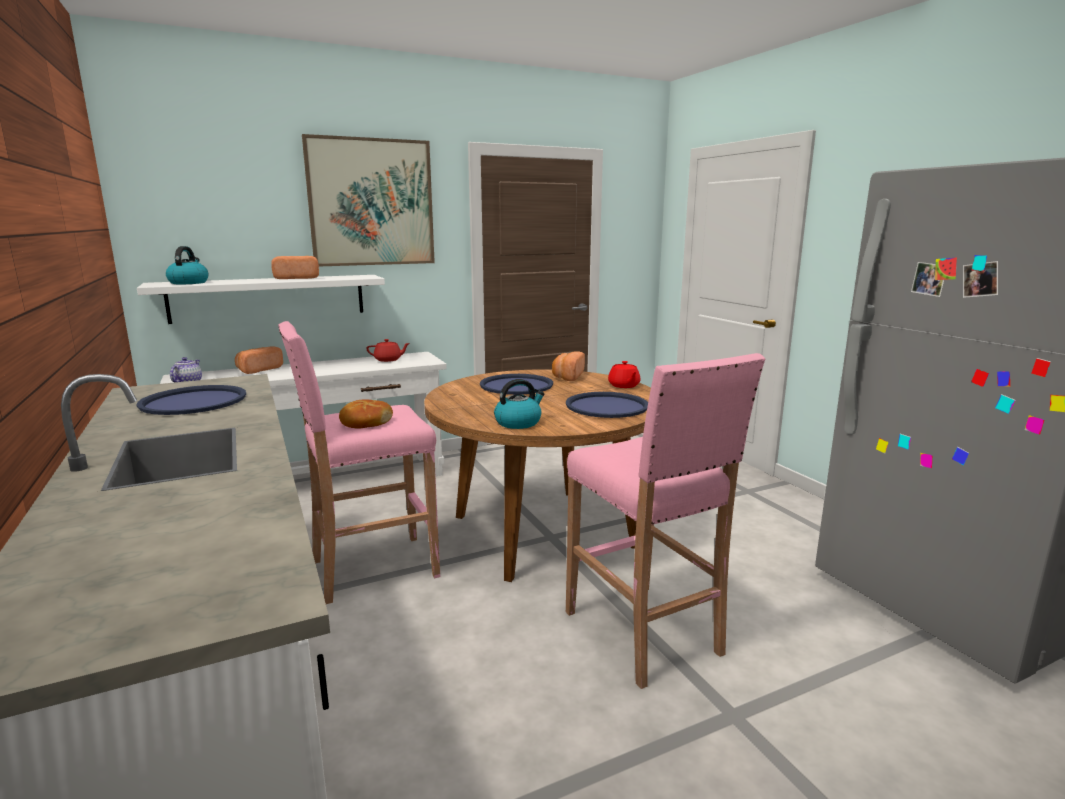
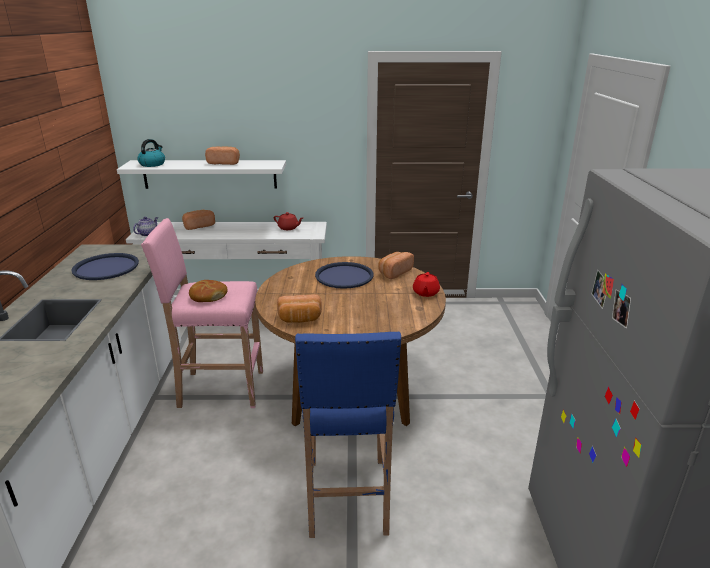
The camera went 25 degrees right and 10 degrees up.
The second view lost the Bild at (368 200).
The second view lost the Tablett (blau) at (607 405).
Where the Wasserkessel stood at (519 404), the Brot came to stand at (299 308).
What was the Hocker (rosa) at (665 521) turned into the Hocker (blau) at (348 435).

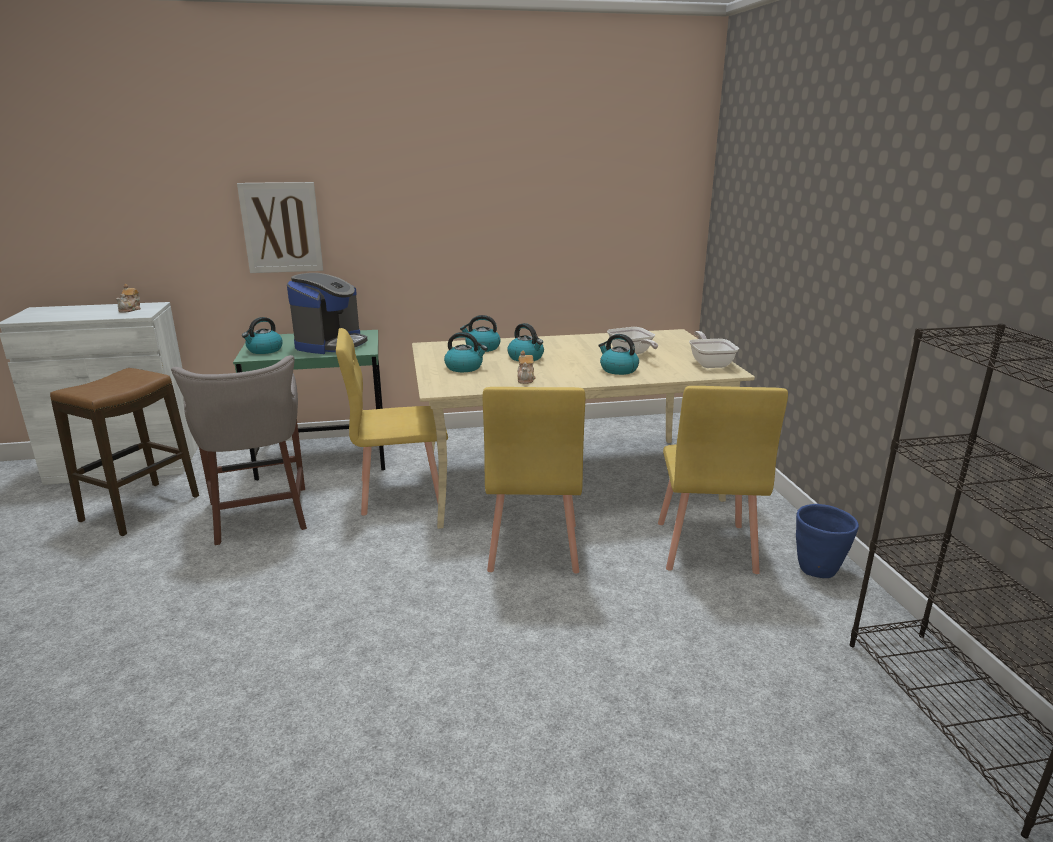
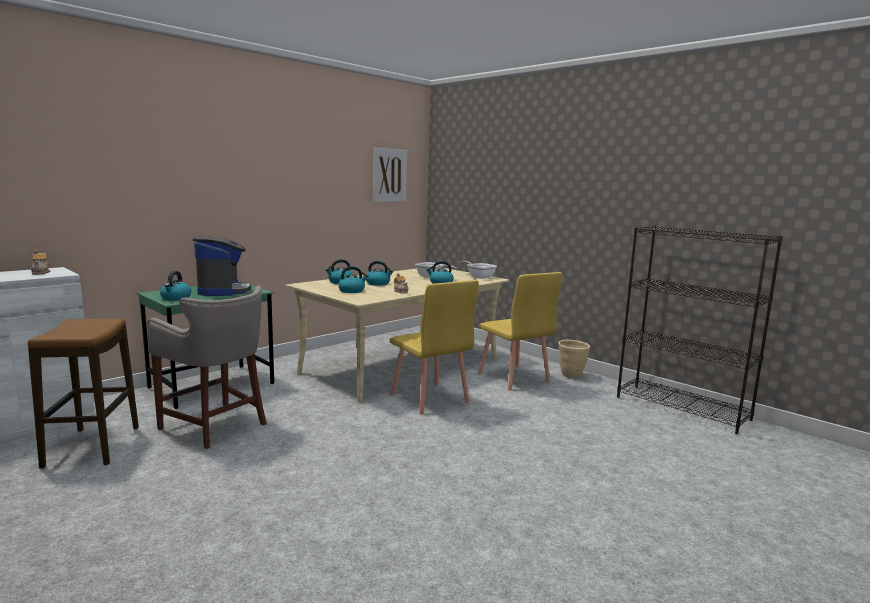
The camera went 35 degrees left and 10 degrees down.
The second view lost the Stuhl (gelb) at (392 422).
The Bild ended up elsewhere, having gone from (280 227) to (390 175).
What was the Pflanzkübel (blau) at (827 541) turned into the Pflanzkübel (beige) at (574 359).

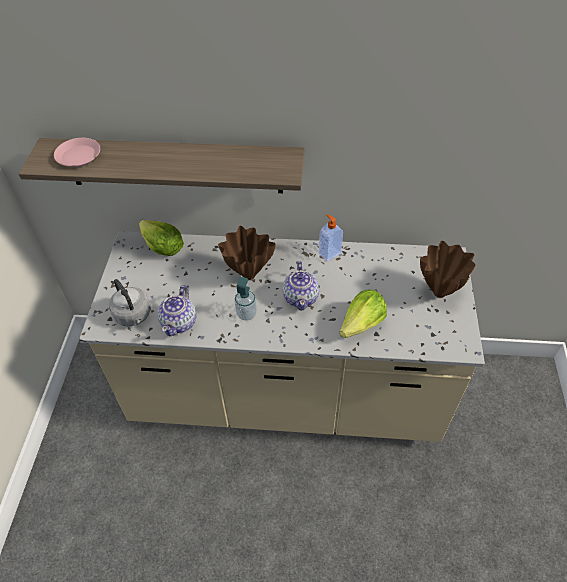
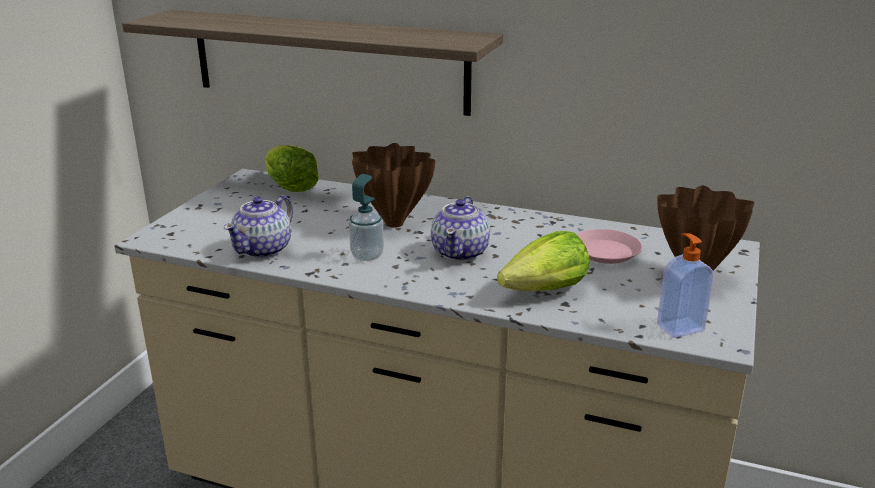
The camera went 15 degrees right and 25 degrees down.
The second view lost the Wasserkessel (grau) at (130 302).
The Teller (rosa) ended up elsewhere, having gone from (77 152) to (609 246).
The Seifenspender ended up elsewhere, having gone from (331 237) to (685 285).

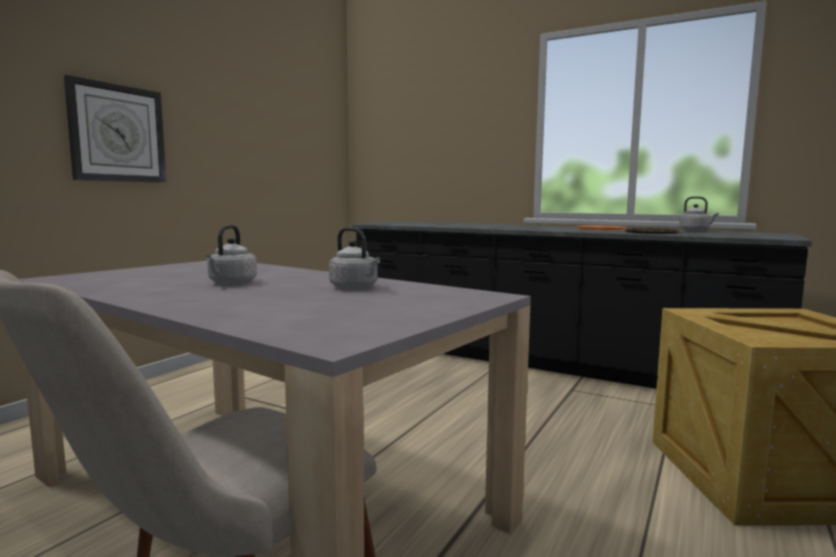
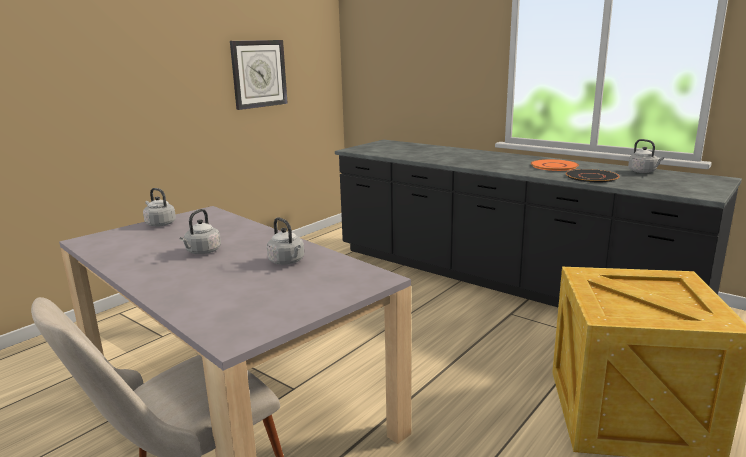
The camera went 10 degrees right and 10 degrees up.
The second view gained the Wasserkessel (grau) at (159 207).
The Wanduhr ended up elsewhere, having gone from (115 129) to (259 75).

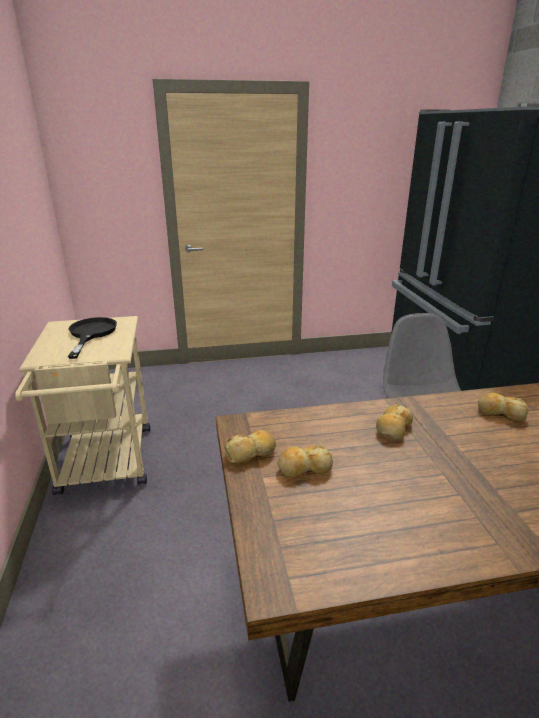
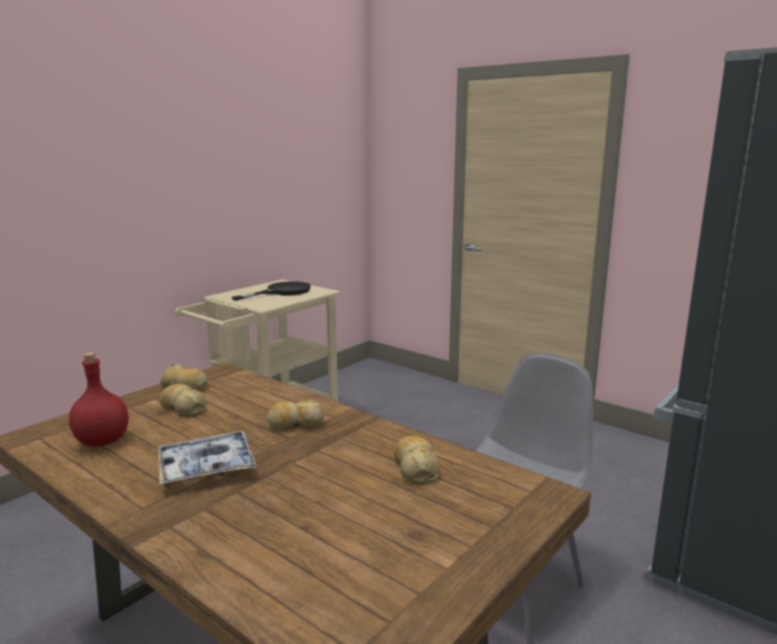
The camera went 50 degrees right and 10 degrees down.
The second view gained the Flasche (rot) at (99 399).
The second view gained the Tablett at (207 458).

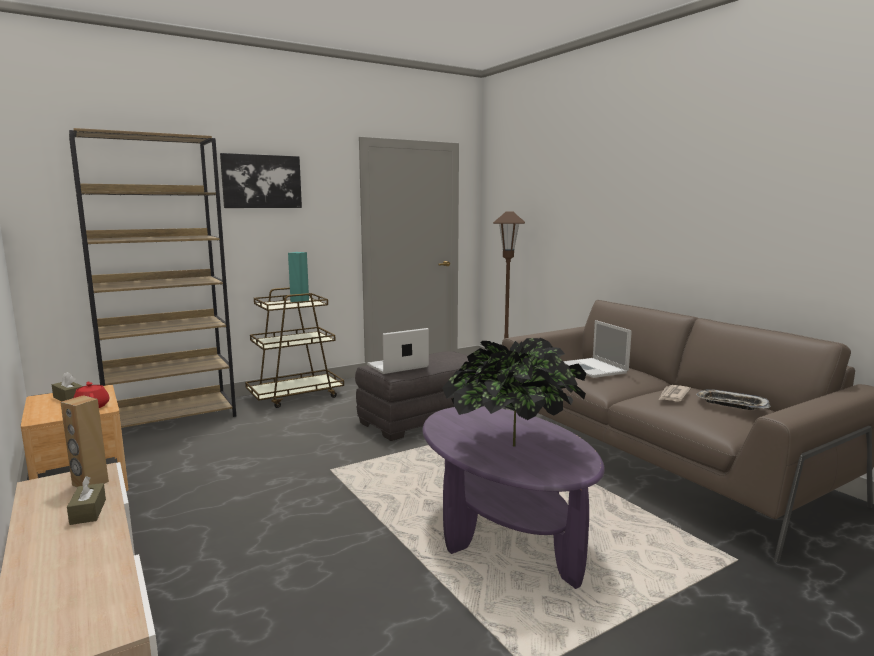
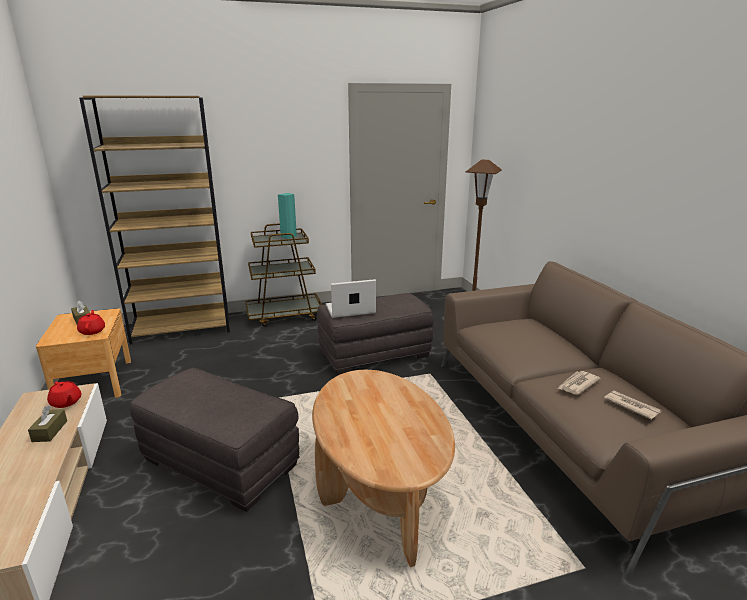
The camera went 15 degrees right and 10 degrees up.
The second view lost the Bild at (261 180).
The second view lost the Topfpflanze at (514 392).
The second view lost the Laptop at (597 349).
The second view gained the Polsterhocker (grau) at (214 440).
Where the Lautsprecher (braun) stood at (84 441), the Teekanne (rot) came to stand at (64 394).
Where the Tablett stood at (733 399), the Zeitung came to stand at (632 405).
What was the Couchtisch (lila) at (514 497) turned into the Couchtisch (braun) at (383 468).

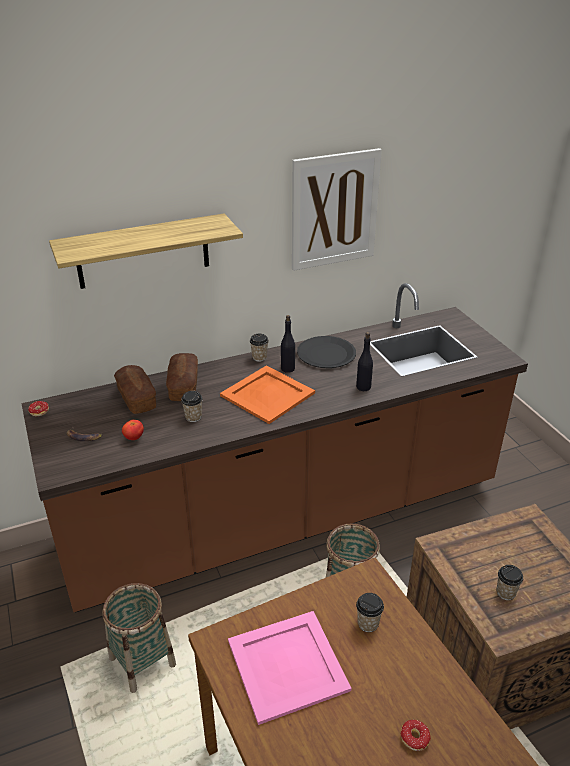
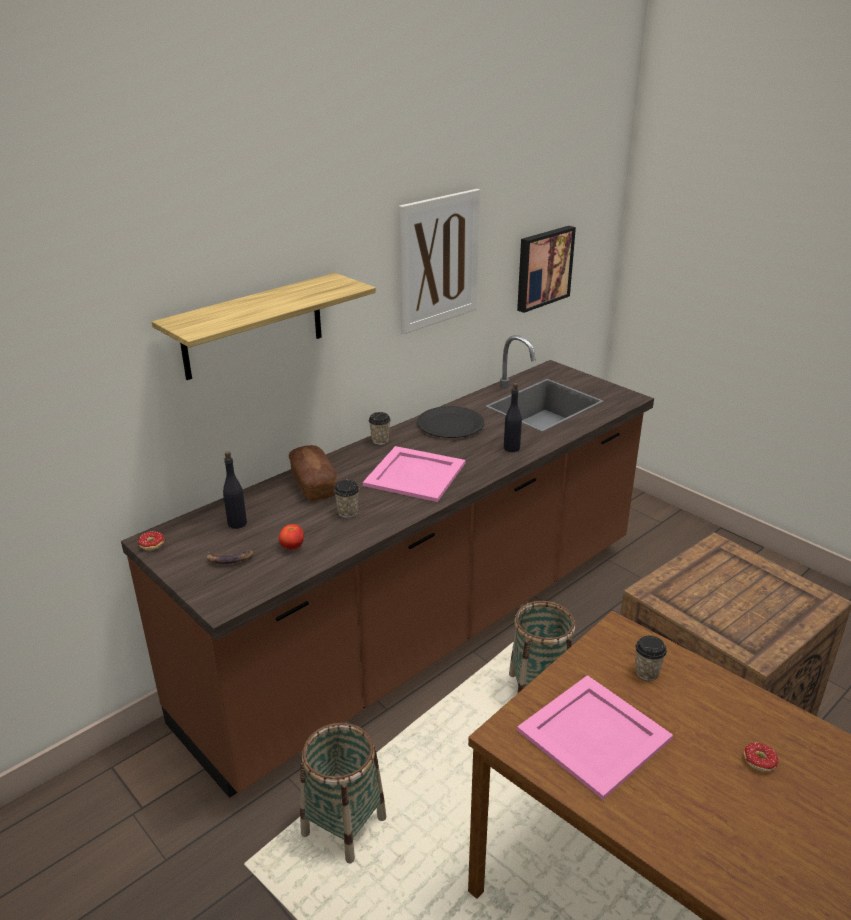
The camera went 20 degrees left and 5 degrees down.
The second view lost the Brot at (135 389).
The second view lost the Tasse at (509 582).
The second view gained the Bild at (546 269).
The Flasche (schwarz) ended up elsewhere, having gone from (288 344) to (235 490).
What was the Tablett (orange) at (267 395) turned into the Tablett (rosa) at (414 474).

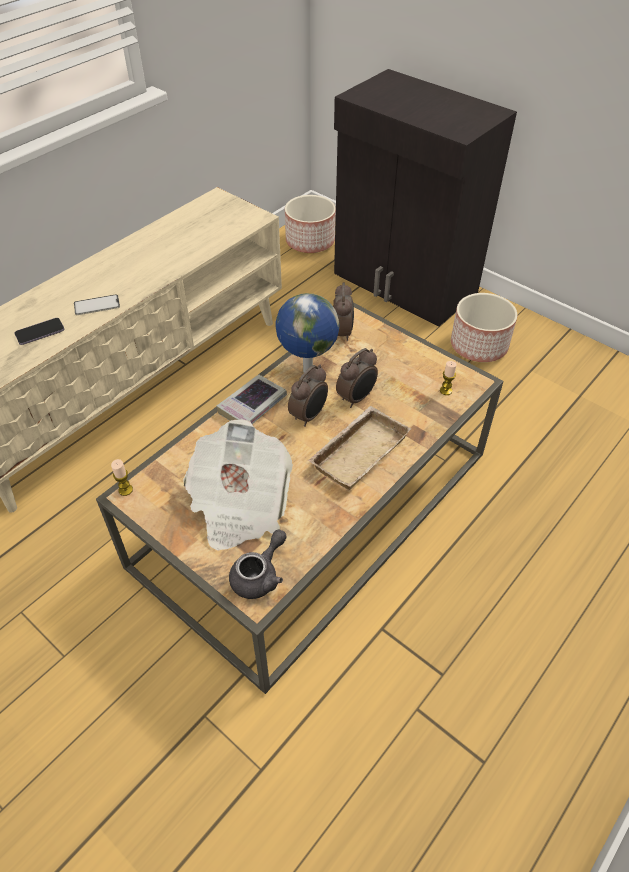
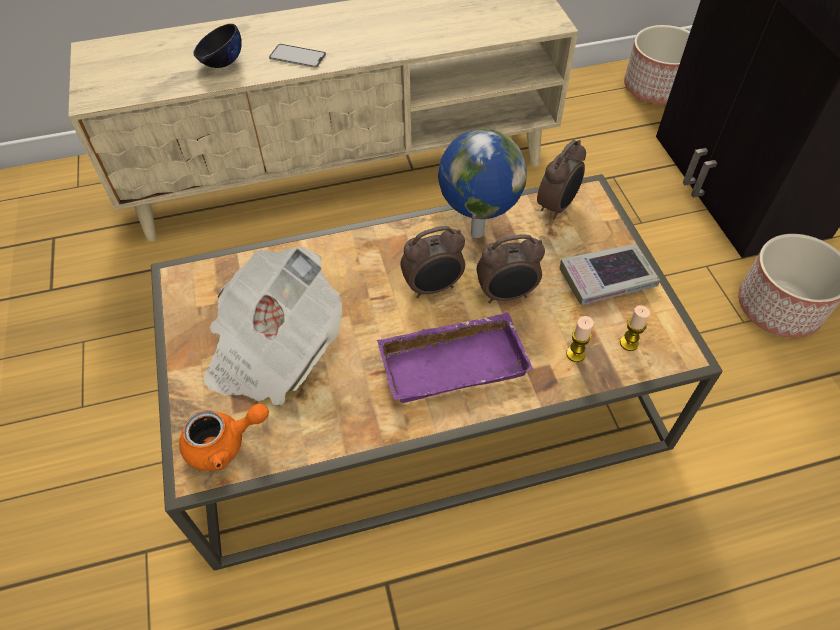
The camera went 35 degrees right and 5 degrees up.
The Kerze ended up elsewhere, having gone from (122 477) to (580 339).
The Buch ended up elsewhere, having gone from (251 399) to (610 274).
Where the Handy stood at (39 331), the Schüssel (schwarz) came to stand at (217 46).
What was the Teekanne (grau) at (258 564) turned into the Teekanne (orange) at (224 437).
What was the Tablett (beige) at (359 448) turned into the Tablett (lila) at (455 358).

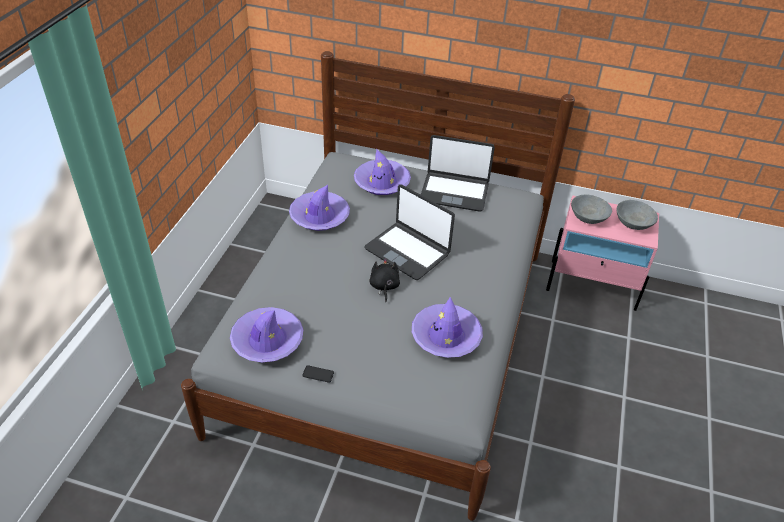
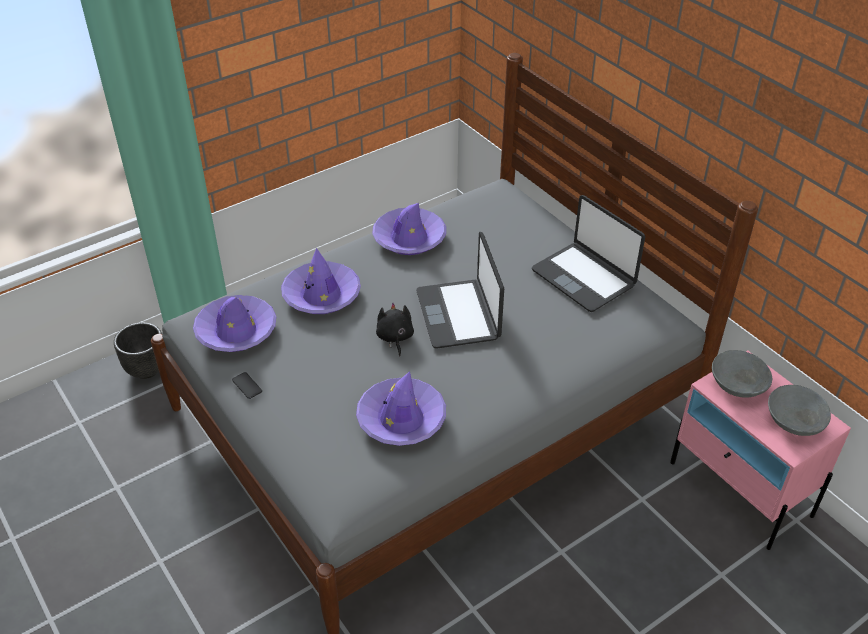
The camera went 40 degrees right and 0 degrees up.
The second view gained the Pflanzkübel (schwarz) at (138 350).
The Hut (lila) ended up elsewhere, having gone from (382 172) to (321 281).
The Plüschtier (schwarz) at (384 280) ended up facing another way, 45 degrees counterclockwise from before.

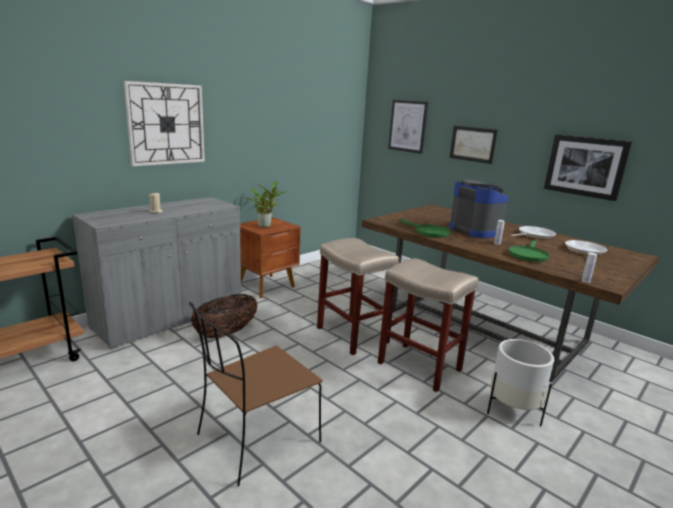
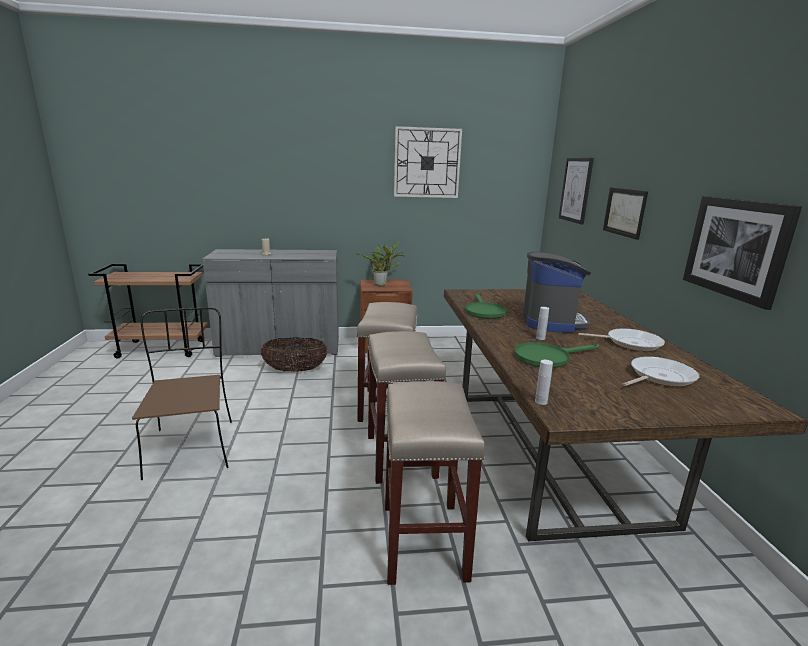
The camera went 40 degrees right and 0 degrees up.
The Wanduhr ended up elsewhere, having gone from (164 123) to (428 162).
Where the Pflanzkübel (weiß) stood at (520 382), the Hocker (beige) came to stand at (435 483).
The Stuhl (braun) at (256 394) ended up facing another way, 75 degrees clockwise from before.

